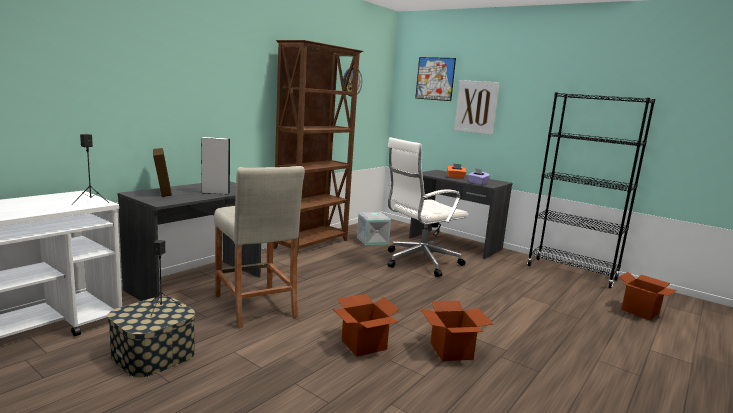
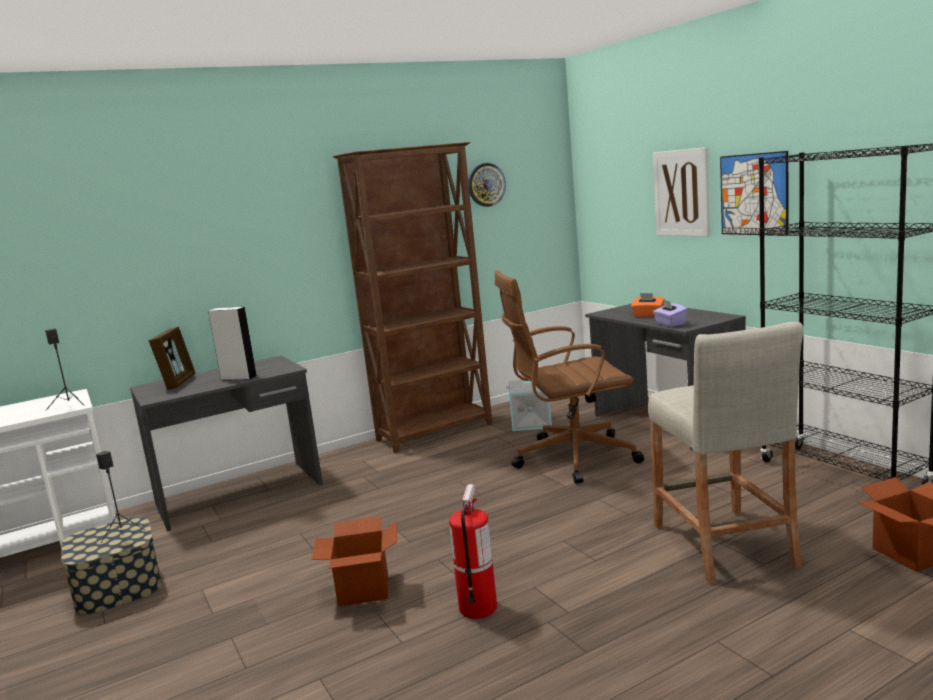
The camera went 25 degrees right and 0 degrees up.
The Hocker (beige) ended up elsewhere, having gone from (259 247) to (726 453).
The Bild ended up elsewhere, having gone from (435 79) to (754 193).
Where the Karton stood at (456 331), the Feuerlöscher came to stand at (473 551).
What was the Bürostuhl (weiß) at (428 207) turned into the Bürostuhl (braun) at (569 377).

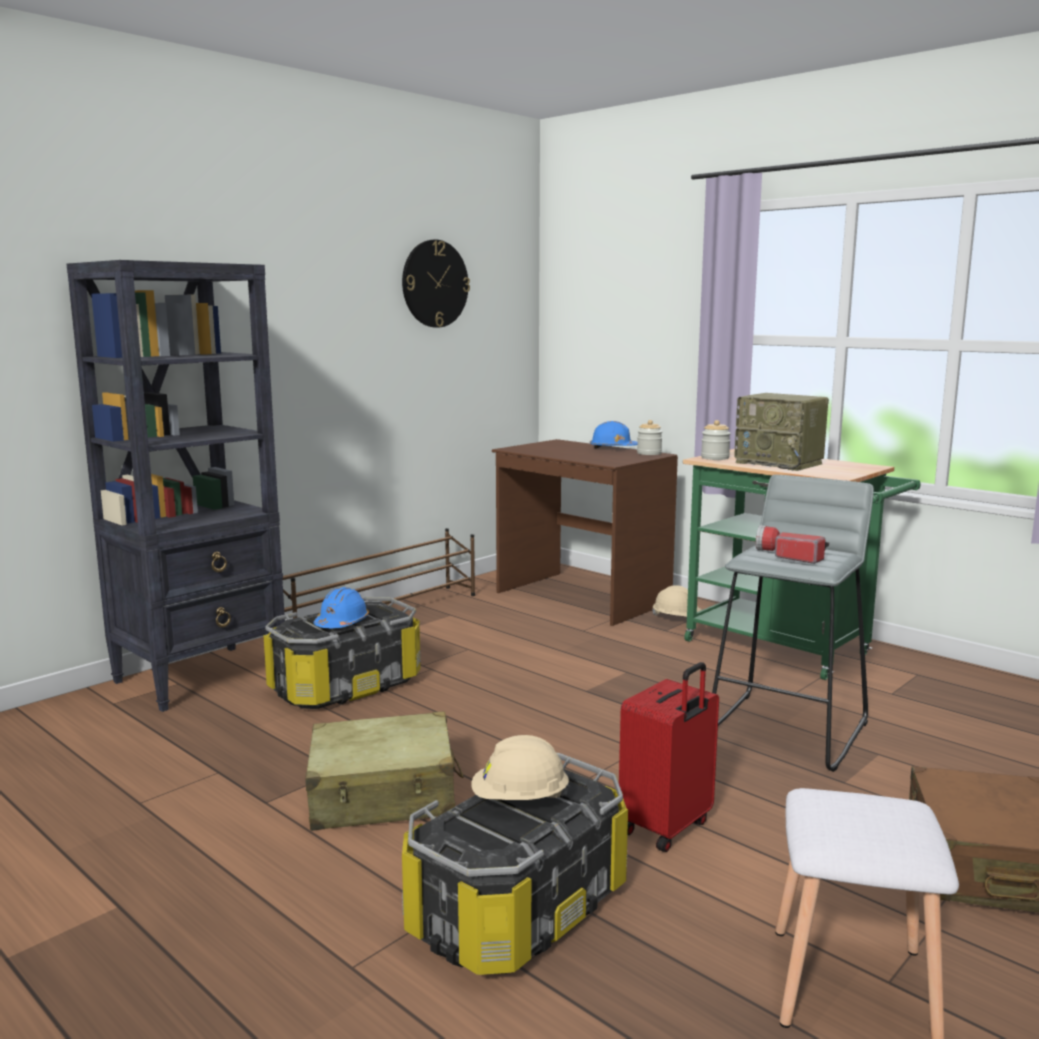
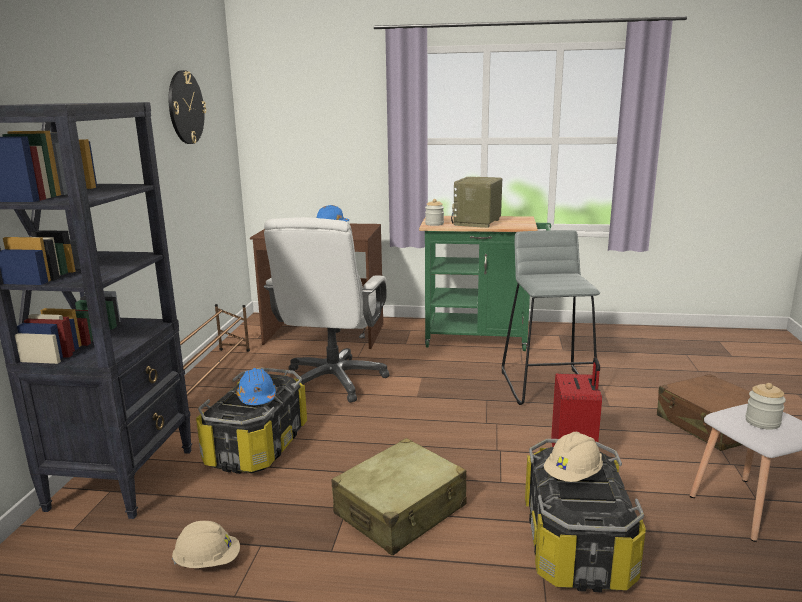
The camera went 35 degrees left and 5 degrees up.
The second view lost the Taschenlampe at (792 544).
The second view gained the Bürostuhl (weiß) at (327 309).
The Vorratsglas ended up elsewhere, having gone from (650 437) to (765 406).
The Schutzhelm (beige) ended up elsewhere, having gone from (676 601) to (206 544).
The Radio at (781 432) ended up facing another way, 105 degrees clockwise from before.

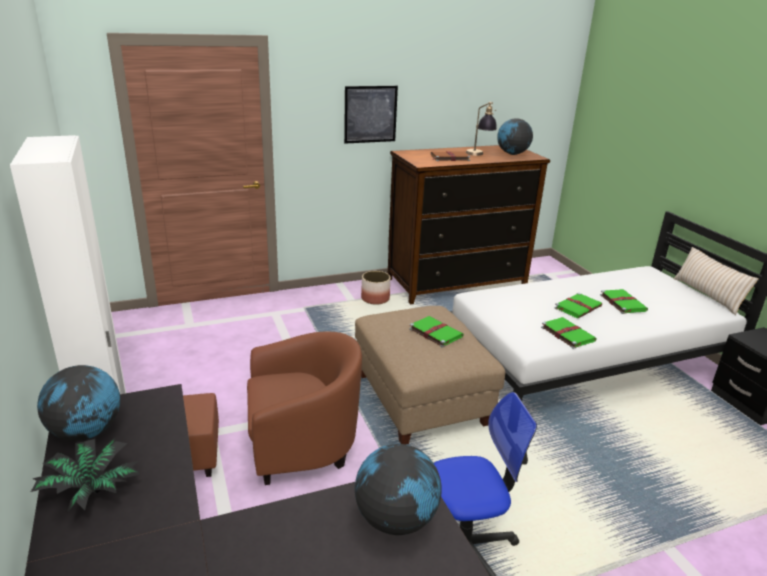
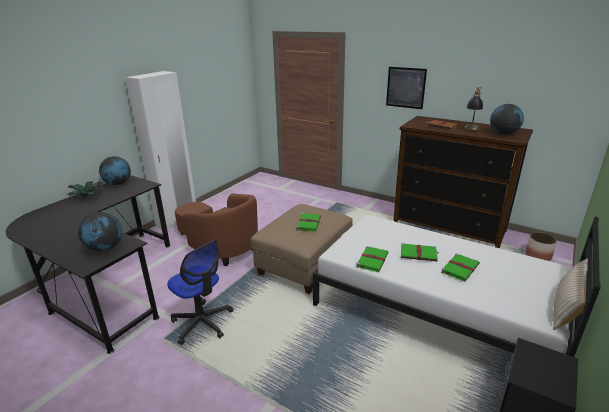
The camera went 55 degrees right and 0 degrees up.
The Pflanzkübel ended up elsewhere, having gone from (375 288) to (541 246).

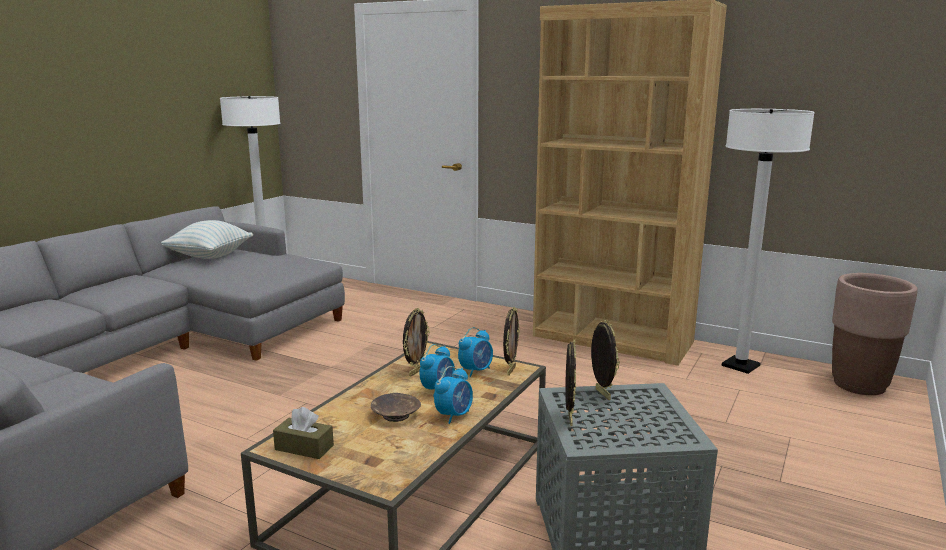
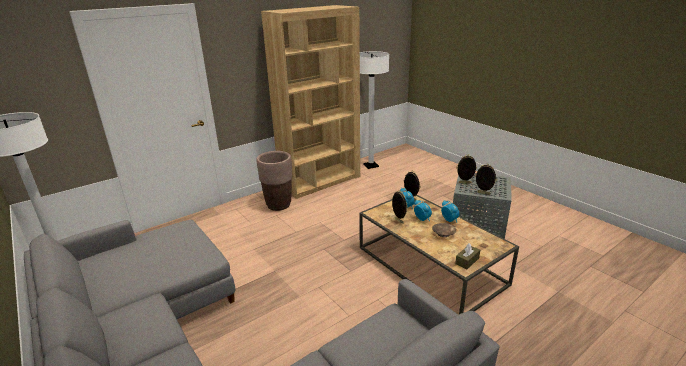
The camera went 65 degrees left and 10 degrees up.
The second view lost the Kissen at (207 239).
The Pflanzkübel (braun) ended up elsewhere, having gone from (875 334) to (274 181).

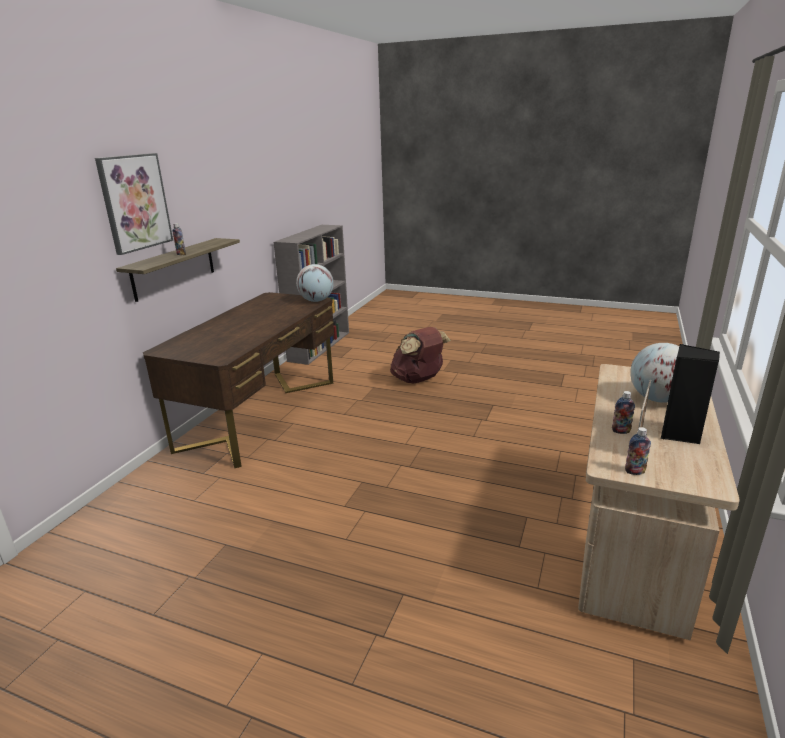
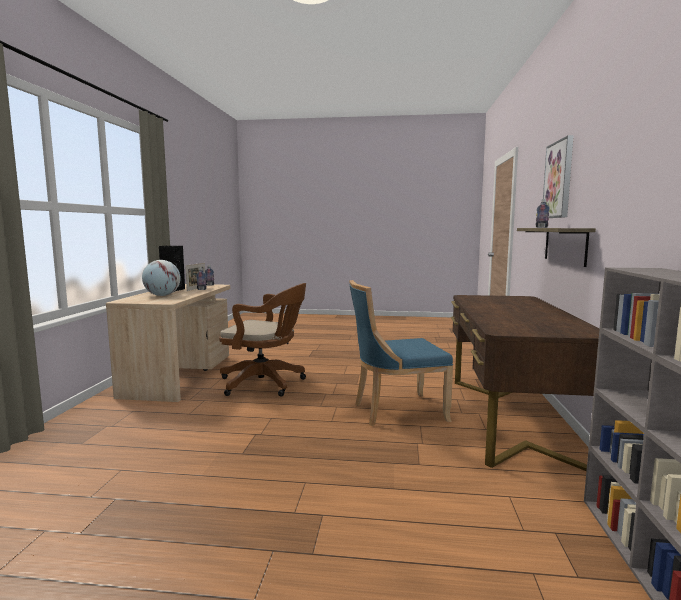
The camera went 165 degrees right and 15 degrees down.
The second view lost the Globus at (315 283).
The second view lost the Rucksack (braun) at (420 355).
The second view gained the Bürostuhl (braun) at (262 339).
The second view gained the Stuhl (blau) at (401 353).

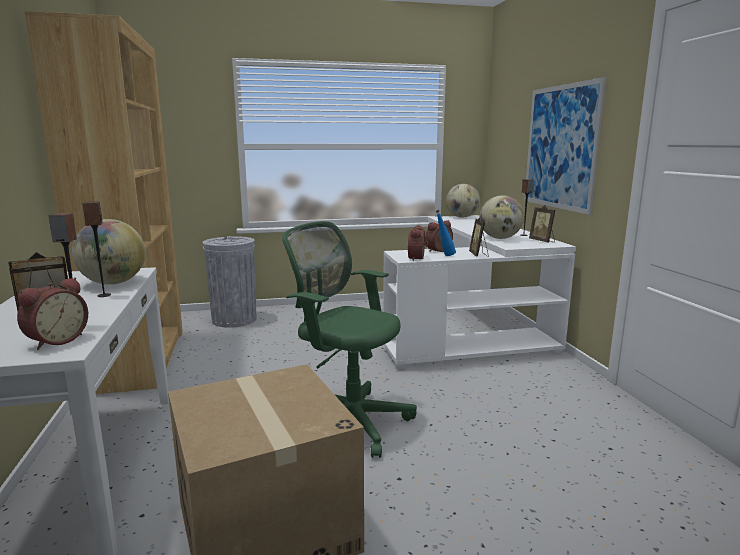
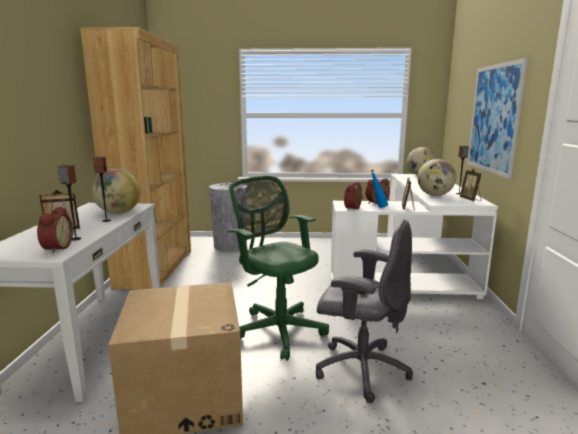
The camera went 15 degrees right and 0 degrees up.
The second view gained the Bürostuhl (grau) at (364 311).
The Wecker at (52 314) ended up facing another way, 45 degrees counterclockwise from before.

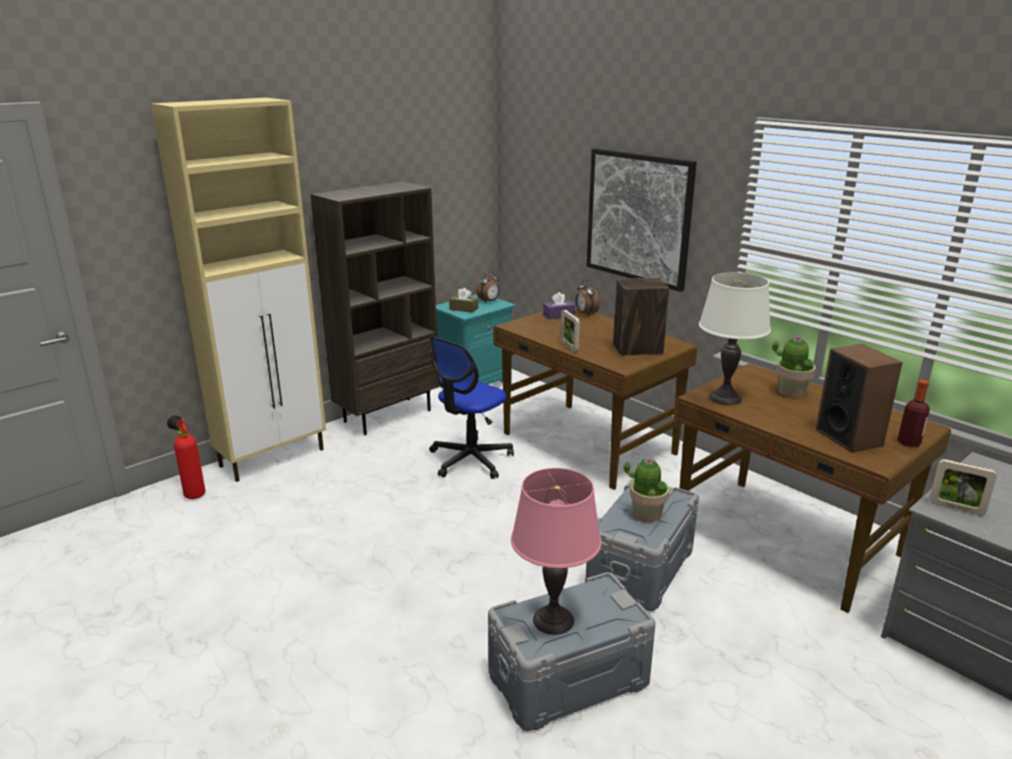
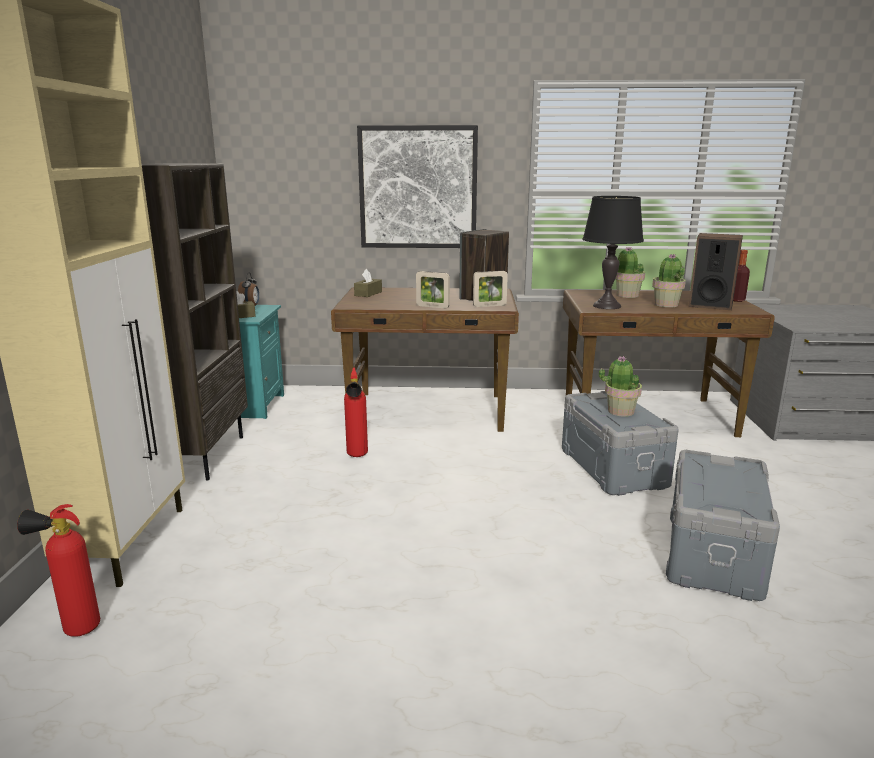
The camera went 45 degrees left and 5 degrees down.
The second view lost the Tischlampe (rosa) at (556 551).
The second view lost the Wecker at (588 297).
The second view gained the Topfpflanze at (669 280).
The Bilderrahmen ended up elsewhere, having gone from (963 487) to (490 289).
Where the Bürostuhl stood at (471 407), the Feuerlöscher came to stand at (356 412).
What was the Taschentuchbox (lila) at (559 306) turned into the Taschentuchbox (braun) at (368 283).
What was the Tischlampe (weiß) at (735 339) turned into the Tischlampe (schwarz) at (613 252).

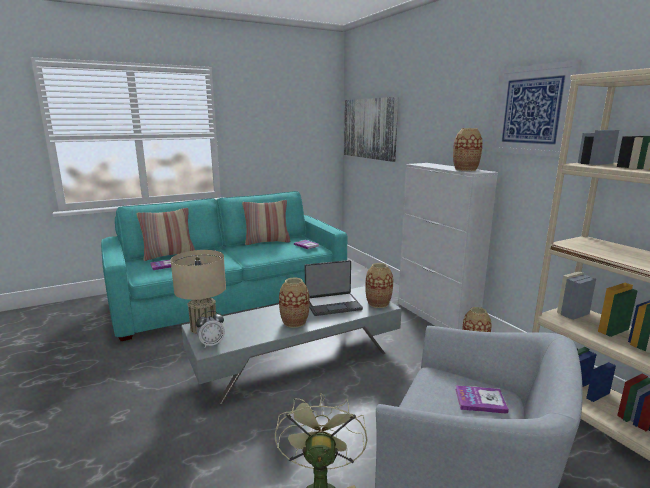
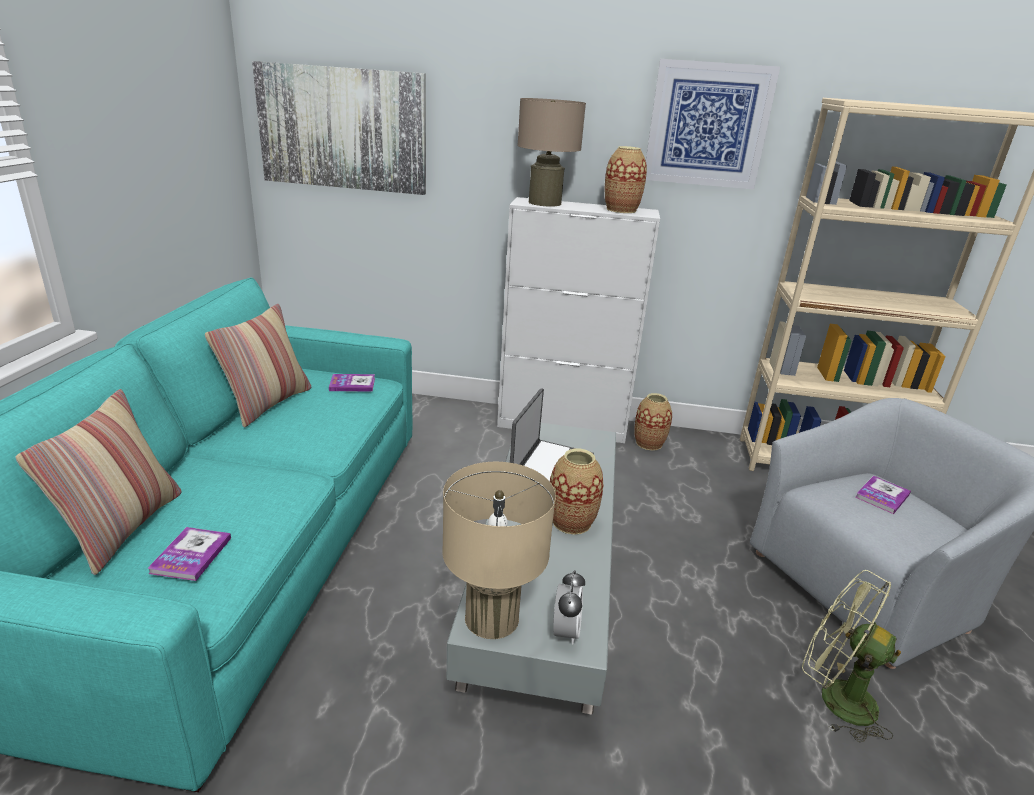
The camera went 55 degrees left and 10 degrees up.
The second view lost the Vase at (379 285).
The second view gained the Tischlampe (beige) at (551 152).

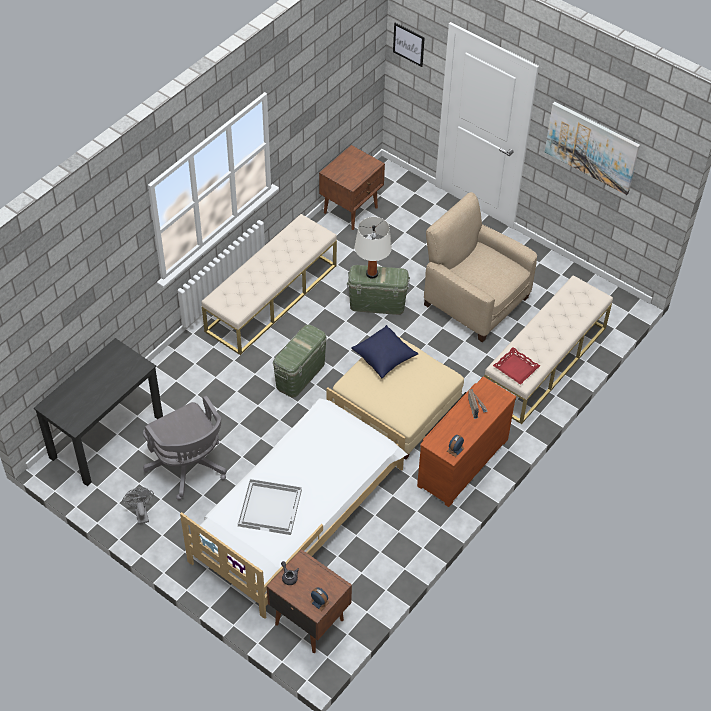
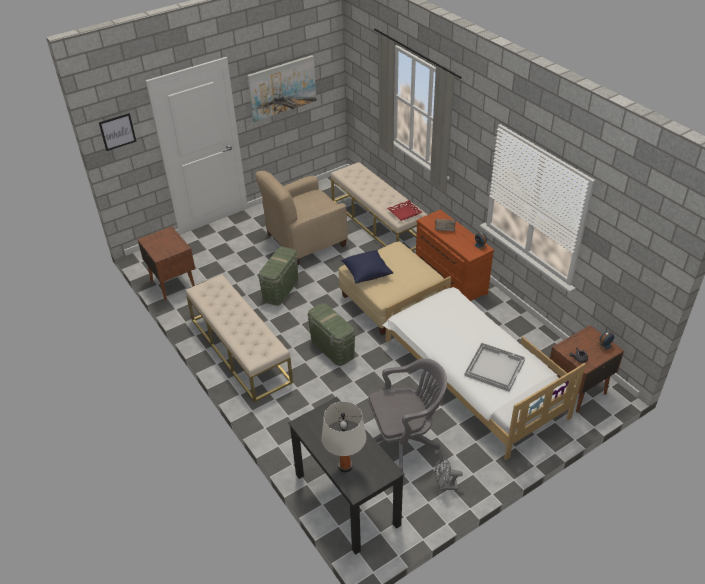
The camera went 70 degrees left and 10 degrees down.
The Tischlampe (weiß) ended up elsewhere, having gone from (373 248) to (344 436).

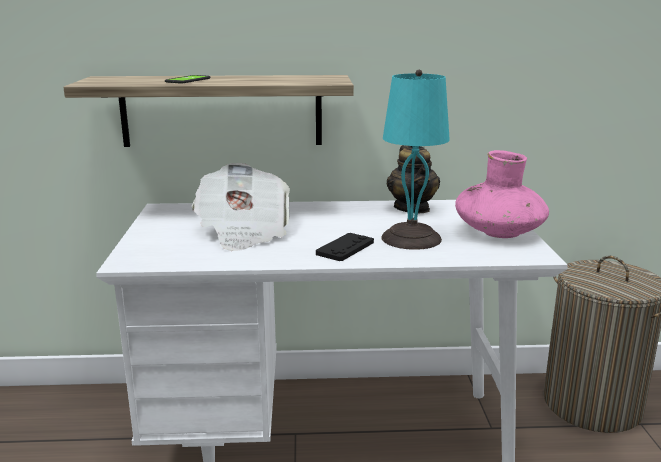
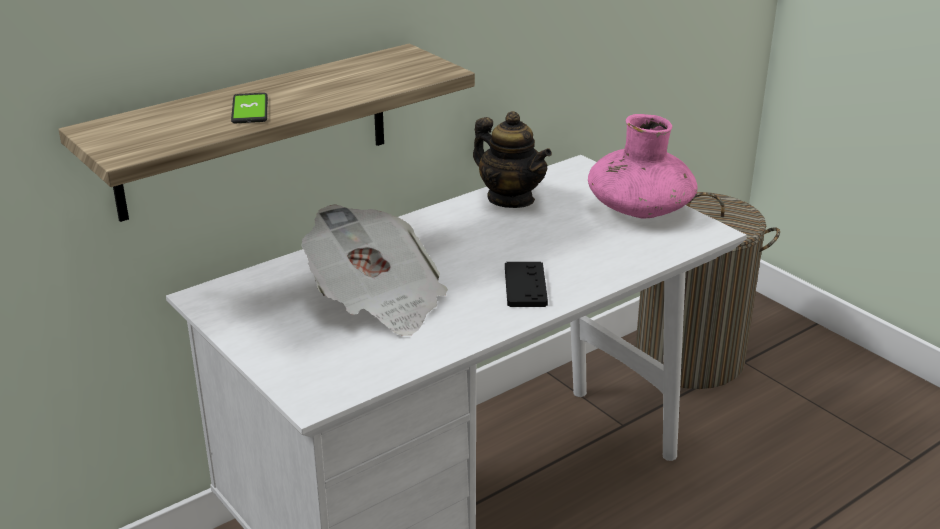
The camera went 35 degrees left and 10 degrees up.
The second view lost the Tischlampe (türkis) at (415 160).

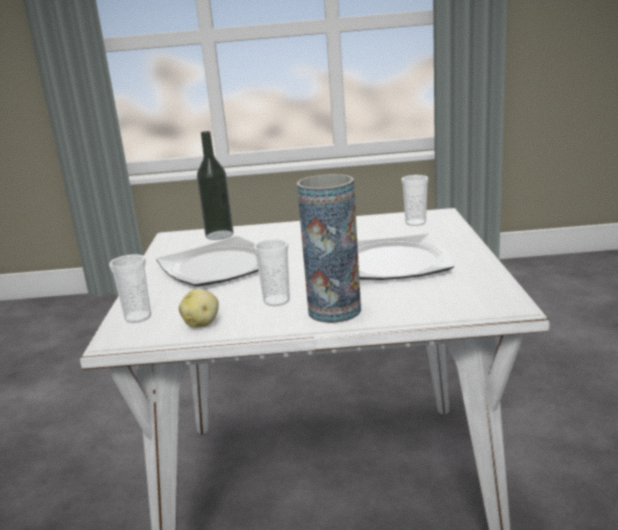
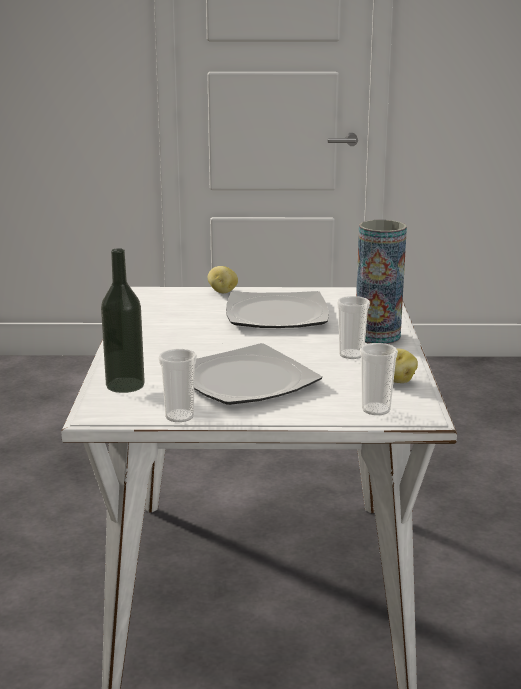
The camera went 90 degrees left and 0 degrees up.
The second view gained the Kartoffel at (223 279).
The Tasse ended up elsewhere, having gone from (415 200) to (178 385).

